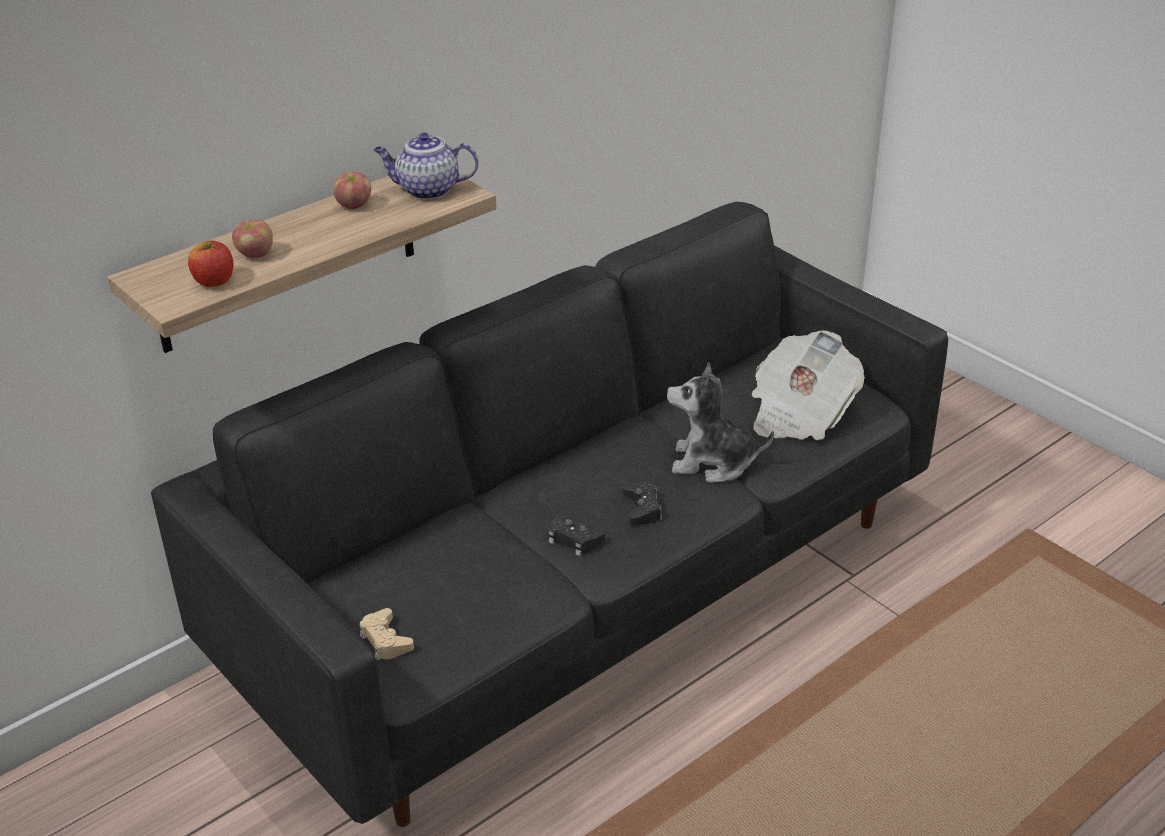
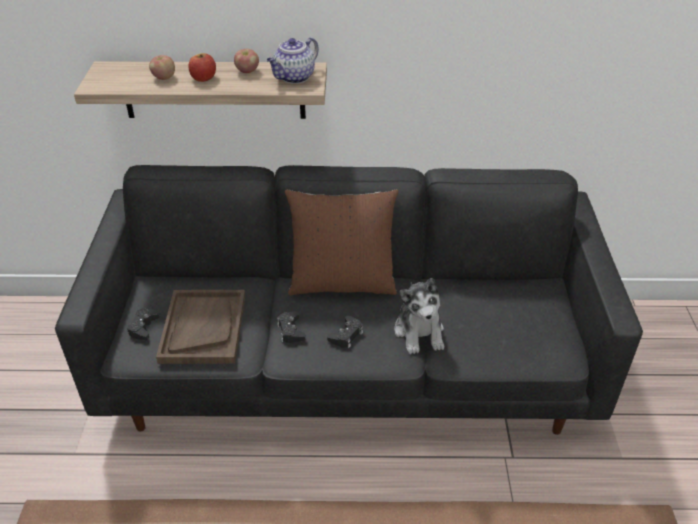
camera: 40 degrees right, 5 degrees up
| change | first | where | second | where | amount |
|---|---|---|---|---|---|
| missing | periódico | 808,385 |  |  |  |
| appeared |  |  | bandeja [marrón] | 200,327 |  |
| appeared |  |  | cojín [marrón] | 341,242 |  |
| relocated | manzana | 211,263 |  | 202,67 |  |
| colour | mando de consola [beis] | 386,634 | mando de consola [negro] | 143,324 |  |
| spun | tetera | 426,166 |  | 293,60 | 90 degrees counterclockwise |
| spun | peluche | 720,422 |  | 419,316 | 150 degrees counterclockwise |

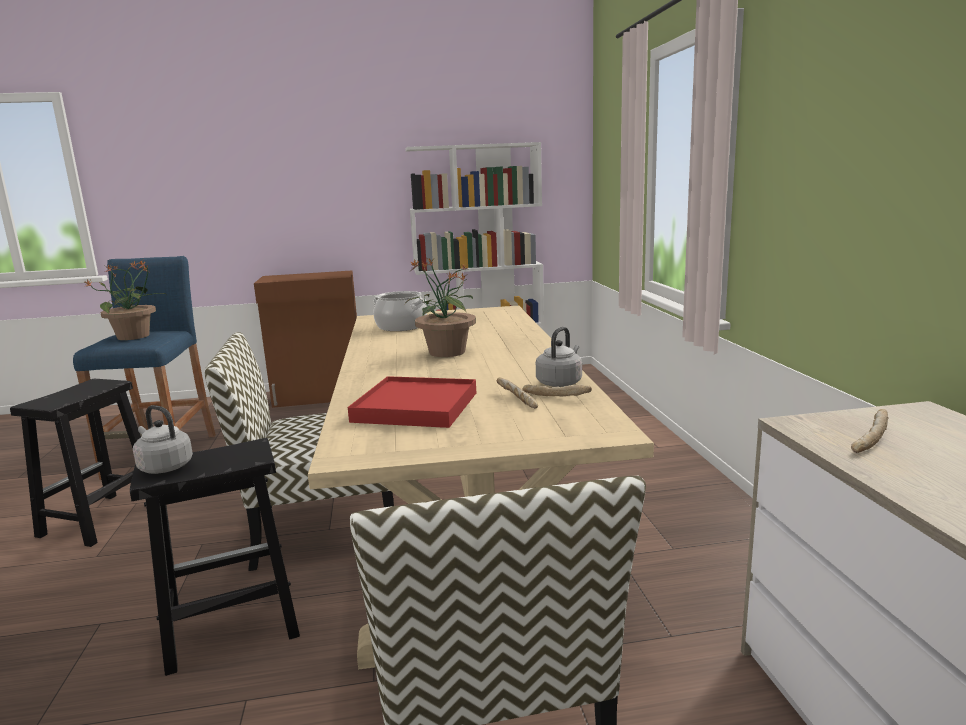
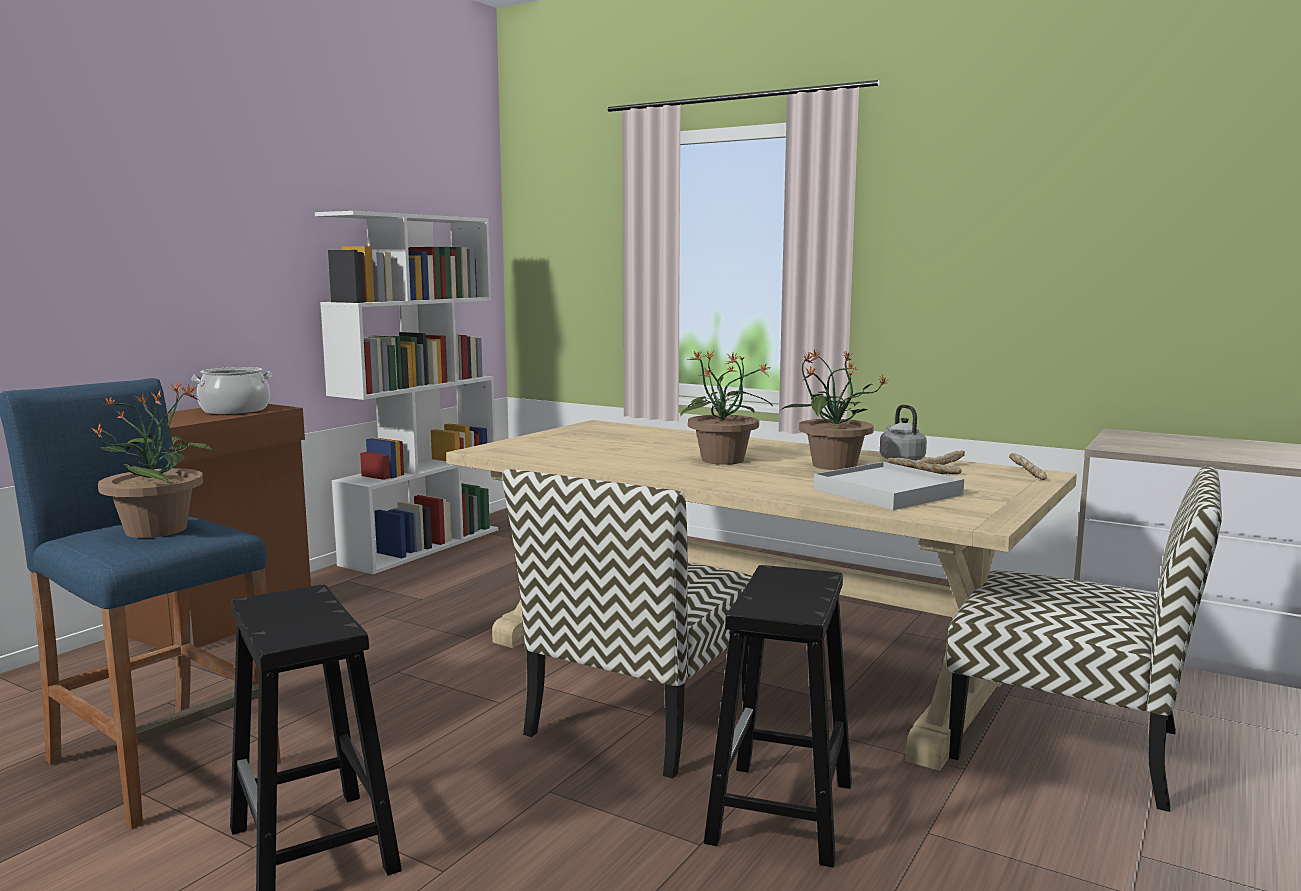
camera: 50 degrees left, 5 degrees down
| change | first | where | second | where | amount |
|---|---|---|---|---|---|
| missing | hervidor [gris] | 163,439 |  |  |  |
| appeared |  |  | planta en maceta | 835,409 |  |
| relocated | olla | 400,311 |  | 231,391 |  |
| relocated | pan | 870,431 |  | 1028,466 |  |
| colour | bandeja [rojo] | 412,402 | bandeja [blanco] | 889,486 |  |

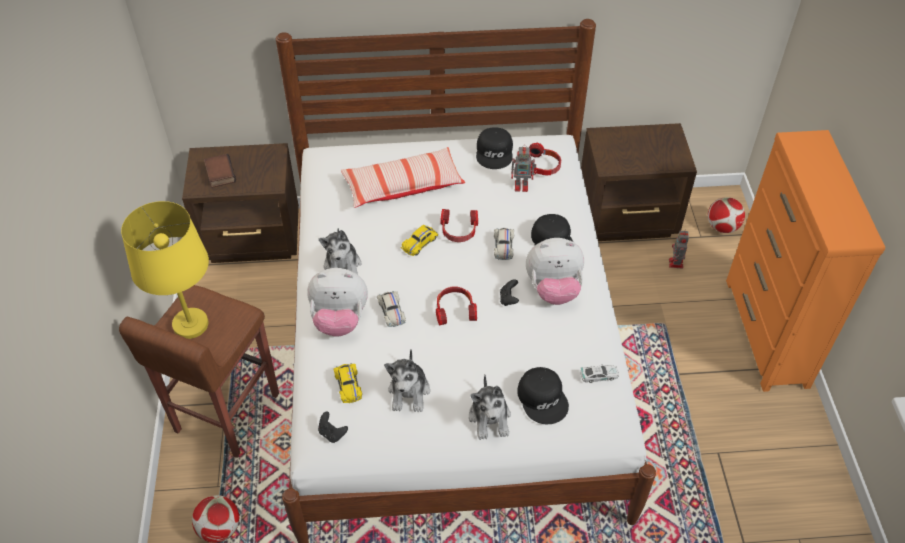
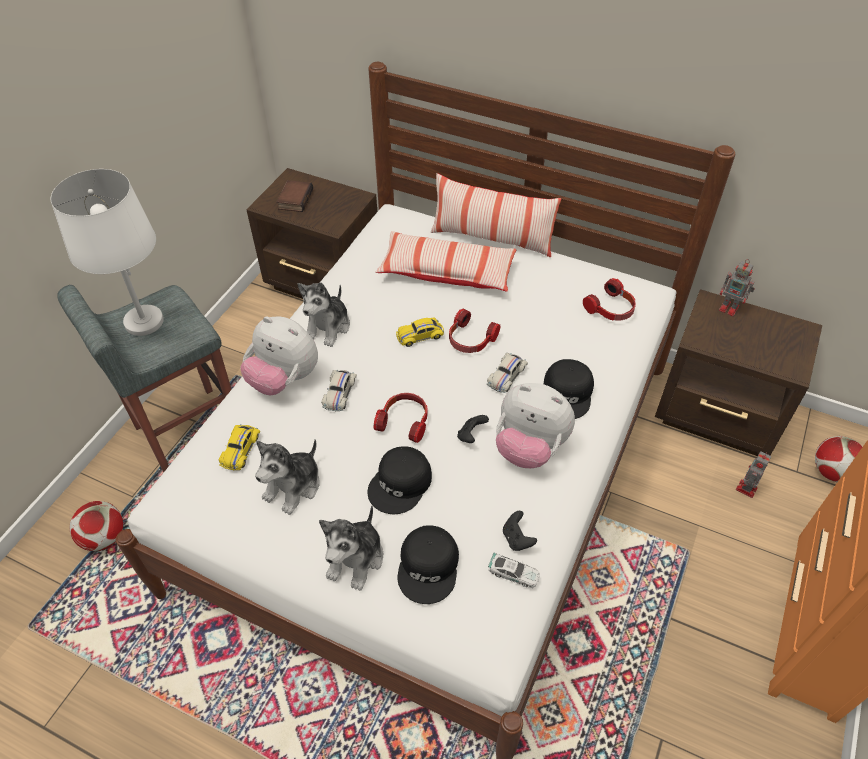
camera: 30 degrees right, 0 degrees up
| change | first | where | second | where | amount |
|---|---|---|---|---|---|
| appeared |  |  | cojín | 496,215 |  |
| relocated | mando de consola [negro] | 333,427 |  | 520,531 |  |
| relocated | gorra [negro] | 494,148 |  | 400,480 |  |
| relocated | robot de juguete | 523,168 |  | 737,287 |  |
| colour | taburete [marrón] | 199,371 | taburete [gris] | 144,379 |  |
| colour | lámpara de mesa [amarillo] | 165,270 | lámpara de mesa [blanco] | 107,252 |  |

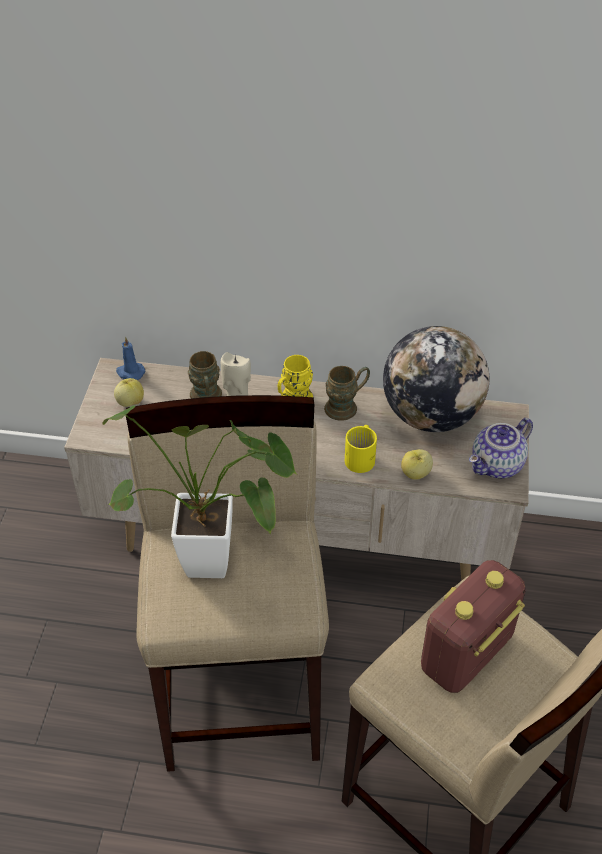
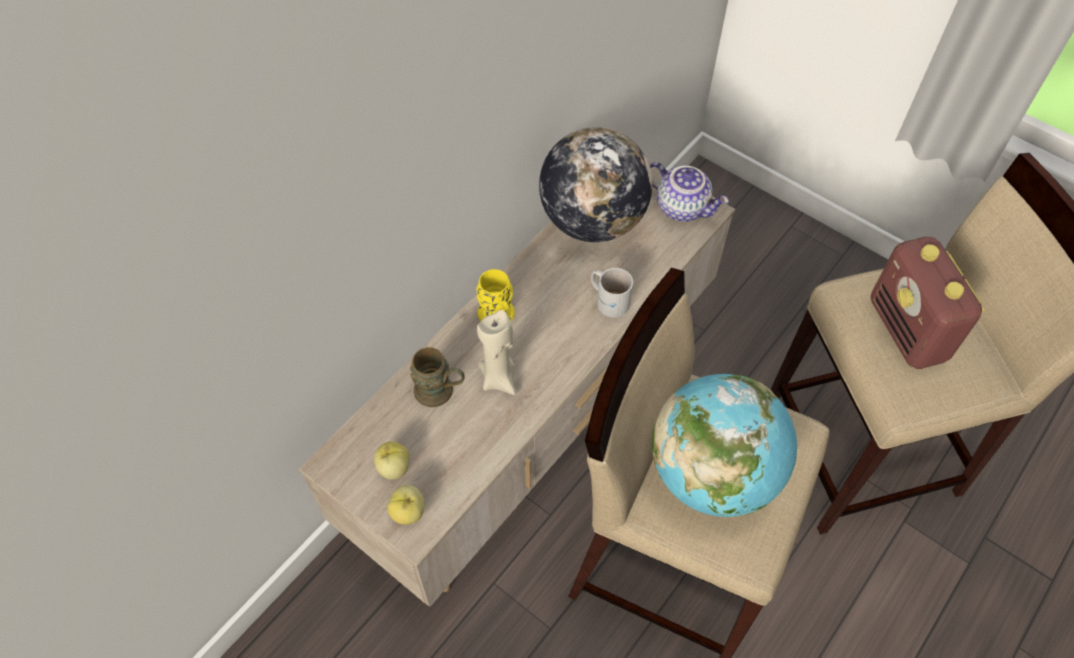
camera: 60 degrees left, 10 degrees up
| change | first | where | second | where | amount |
|---|---|---|---|---|---|
| missing | vela [azul] | 130,358 |  |  |  |
| missing | taza grande [marrón] | 347,393 |  |  |  |
| relocated | manzana | 417,464 |  | 405,505 |  |
| exchanged | planta en maceta | 199,492 | globo terráqueo | 724,446 |  |
| colour | taza grande [amarillo] | 361,449 | taza grande [blanco] | 612,292 |  |
| spun | tetera | 501,448 |  | 689,192 | 45 degrees counterclockwise |

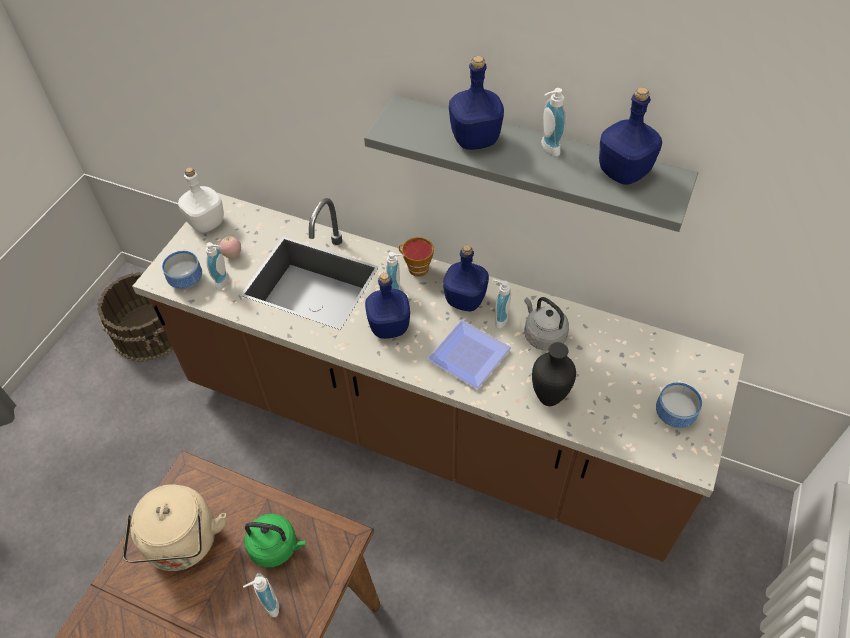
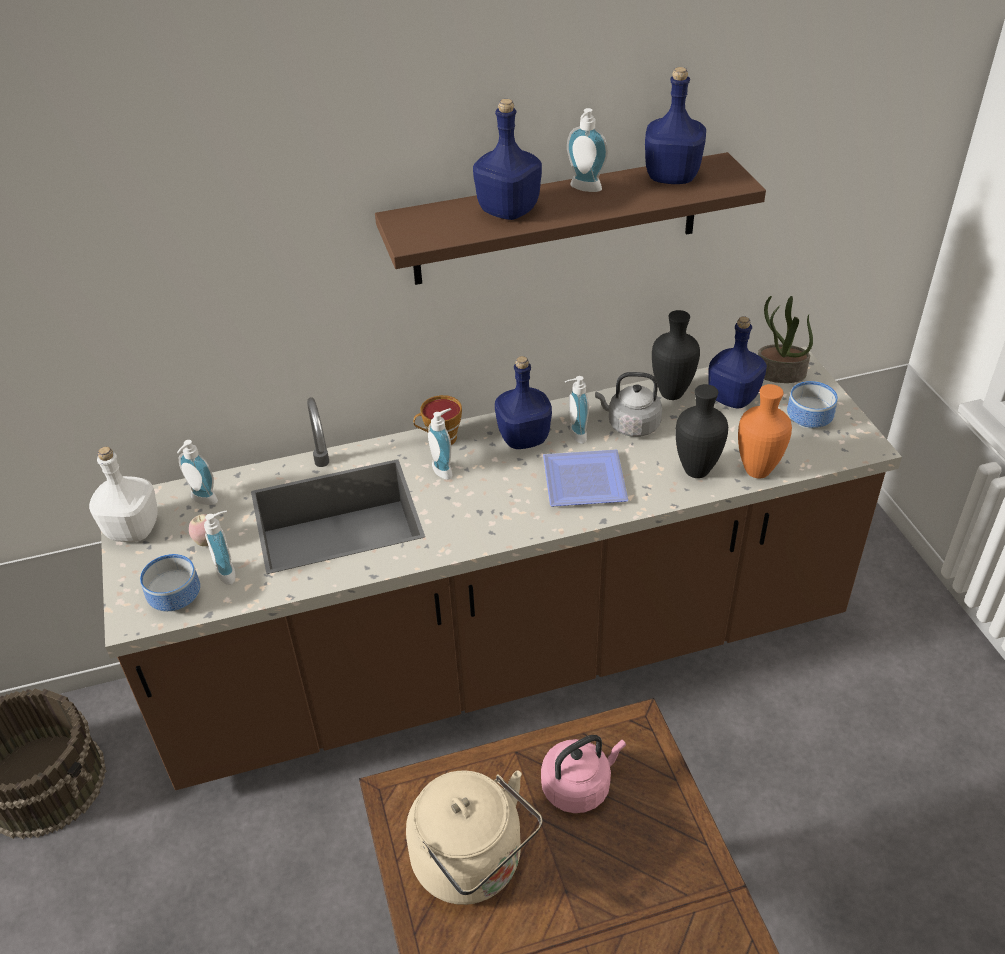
camera: 40 degrees left, 10 degrees down
| change | first | where | second | where | amount |
|---|---|---|---|---|---|
| appeared |  |  | florero [negro] | 676,355 |  |
| appeared |  |  | florero [naranja] | 765,431 |  |
| appeared |  |  | planta en maceta | 785,339 |  |
| relocated | dispensador de jabón | 261,595 |  | 197,472 |  |
| relocated | botella [azul] | 387,306 |  | 737,362 |  |
| colour | hervidor [verde] | 275,540 | hervidor [rosa] | 583,774 |  |
| colour | estante [gris] | 531,163 | estante [marrón] | 570,218 |  |

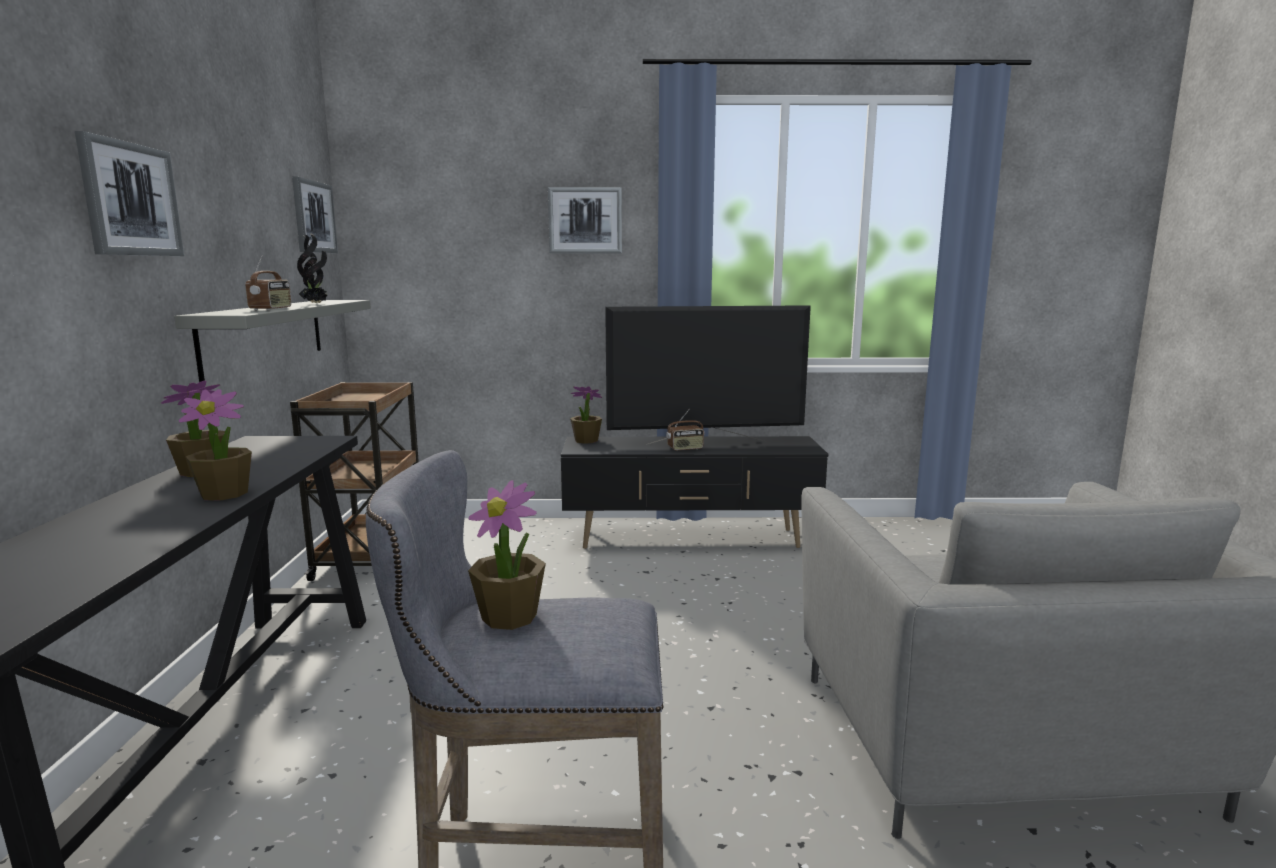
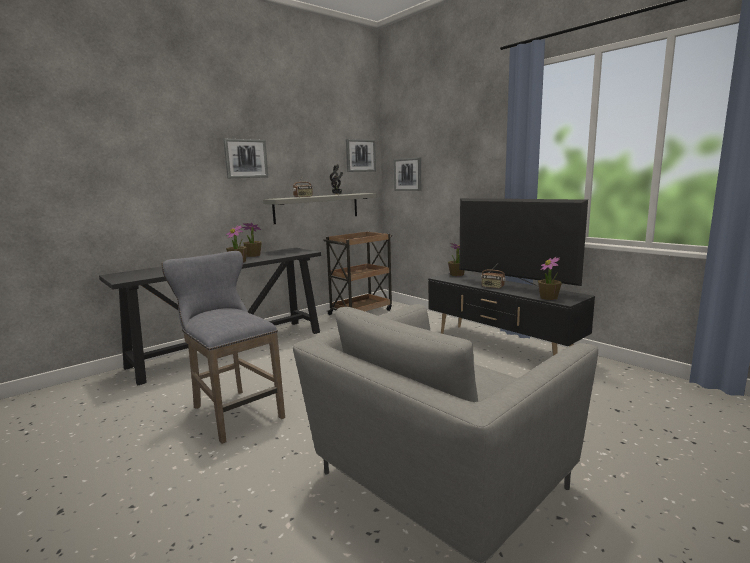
camera: 50 degrees right, 0 degrees up
| change | first | where | second | where | amount |
|---|---|---|---|---|---|
| relocated | planta en maceta | 507,555 |  | 550,278 |  |
| relocated | cuadro | 585,220 |  | 407,174 |  |

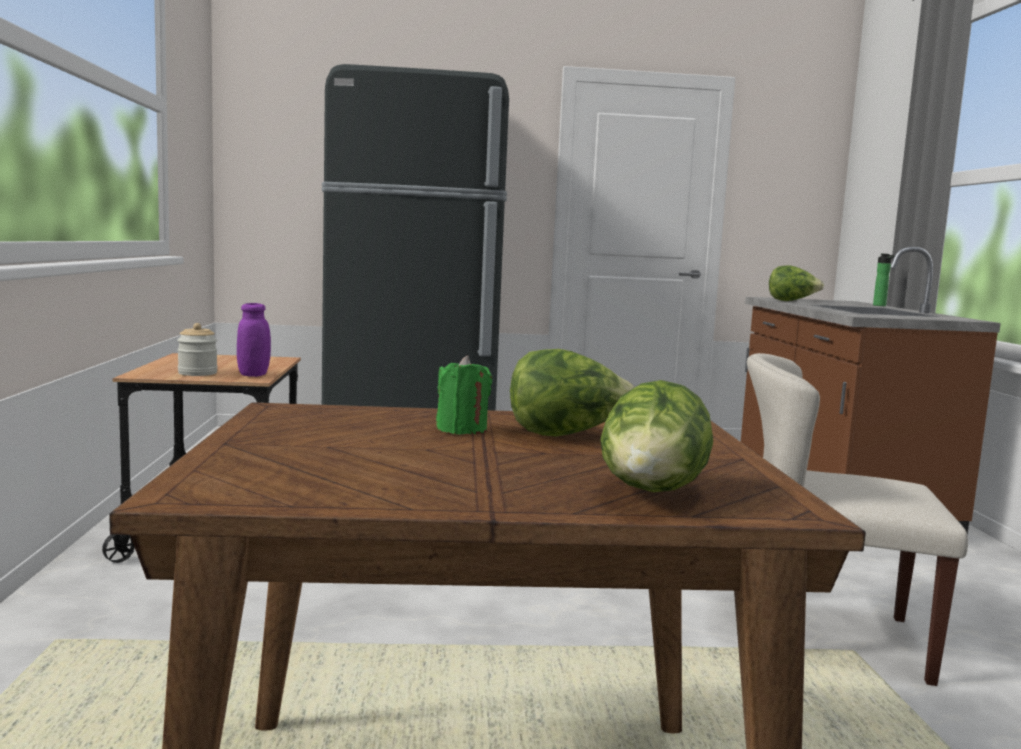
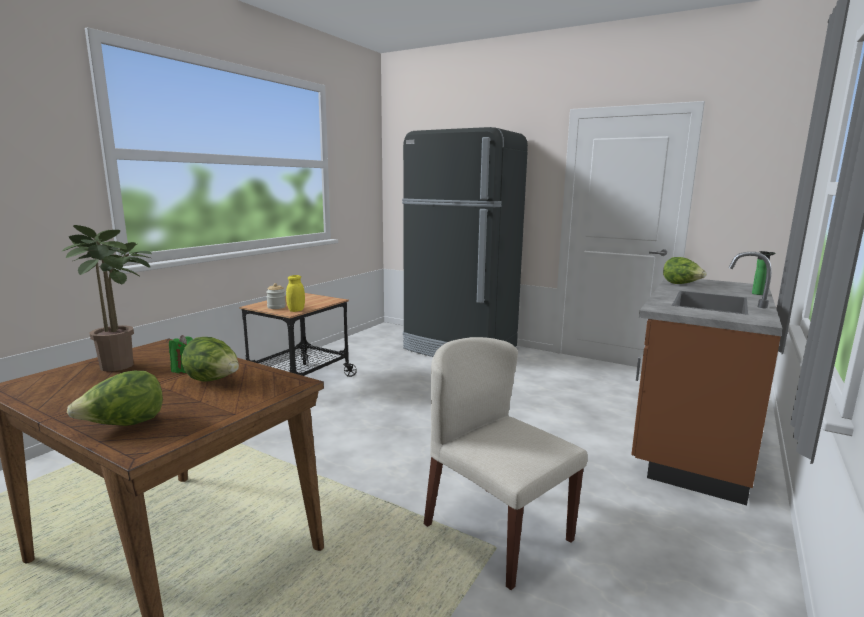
camera: 35 degrees right, 5 degrees up
| change | first | where | second | where | amount |
|---|---|---|---|---|---|
| appeared |  |  | planta en maceta | 106,298 |  |
| colour | tarro [morado] | 254,340 | tarro [amarillo] | 295,293 |  |

